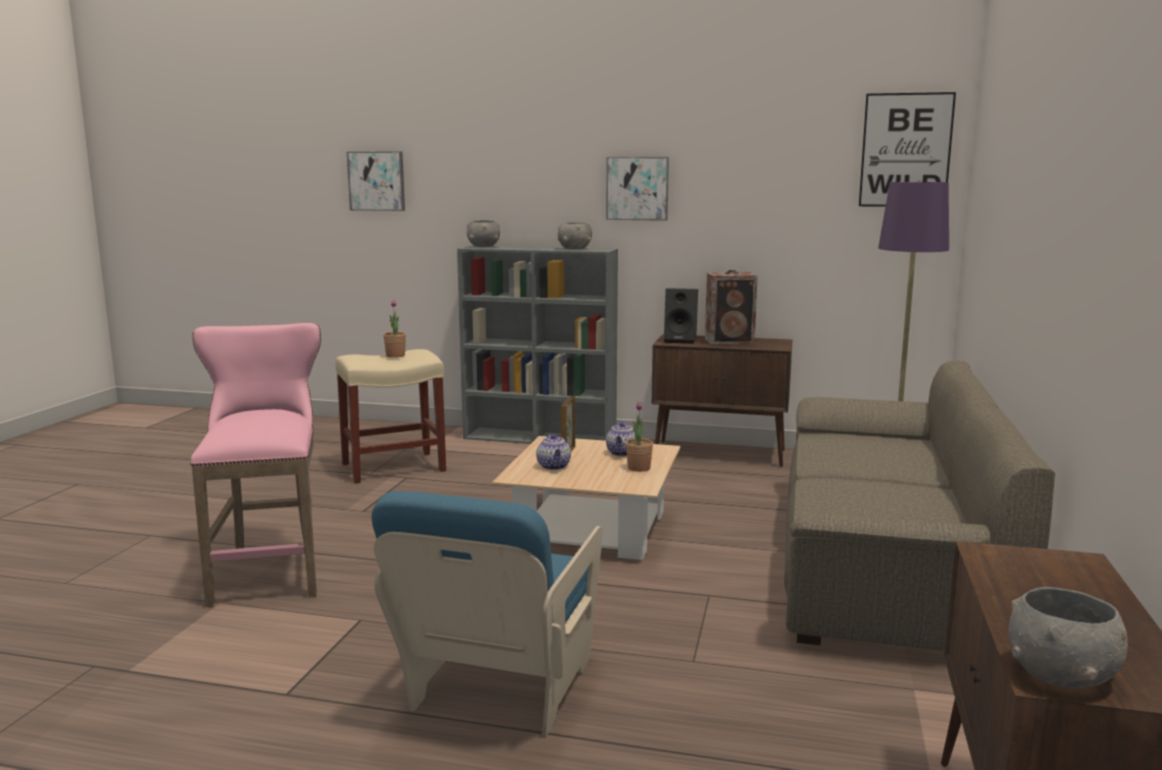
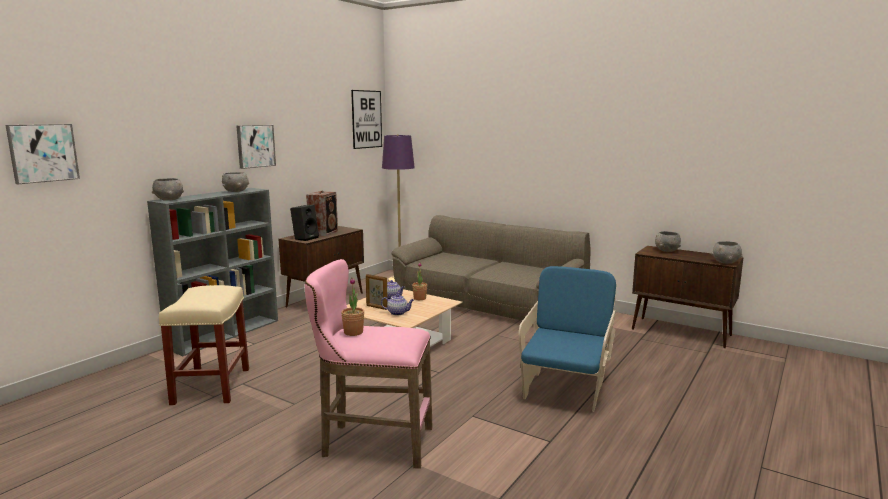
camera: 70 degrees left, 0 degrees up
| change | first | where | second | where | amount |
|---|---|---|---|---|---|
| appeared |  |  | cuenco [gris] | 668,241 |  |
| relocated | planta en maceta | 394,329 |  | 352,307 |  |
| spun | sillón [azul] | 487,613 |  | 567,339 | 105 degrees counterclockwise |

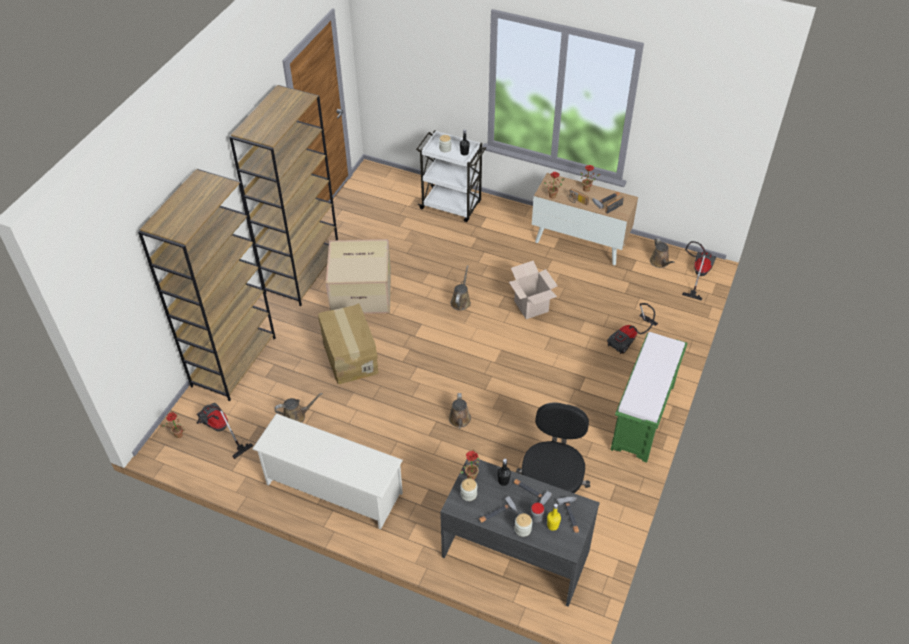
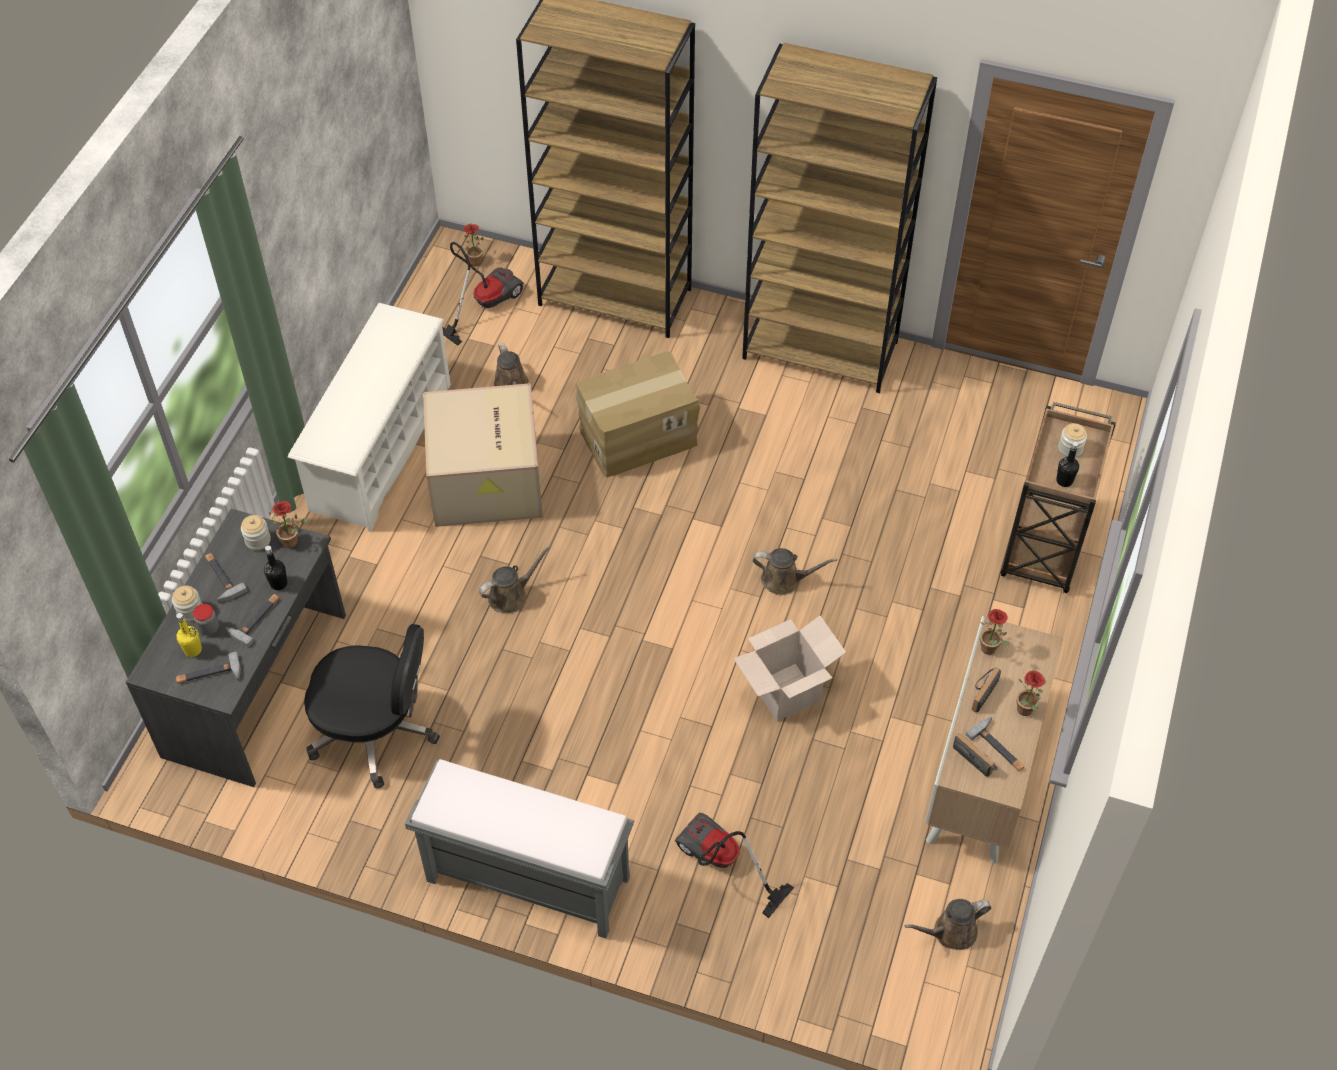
camera: 85 degrees right, 5 degrees up
| change | first | where | second | where | amount |
|---|---|---|---|---|---|
| missing | aspiradora | 699,271 |  |  |  |
| relocated | caja de cartón | 358,276 |  | 483,455 |  |
| colour | carrito [blanco] | 451,176 | carrito [marrón] | 1058,497 |  |
| colour | banco [verde] | 649,397 | banco [gris] | 519,849 |  |
| spun | regadera [marrón] | 460,411 |  | 515,579 | 150 degrees clockwise |

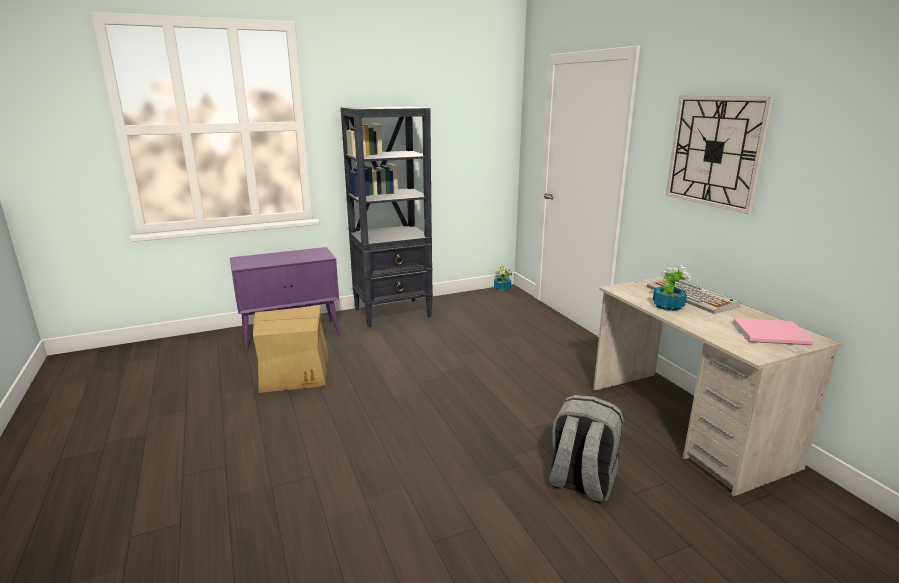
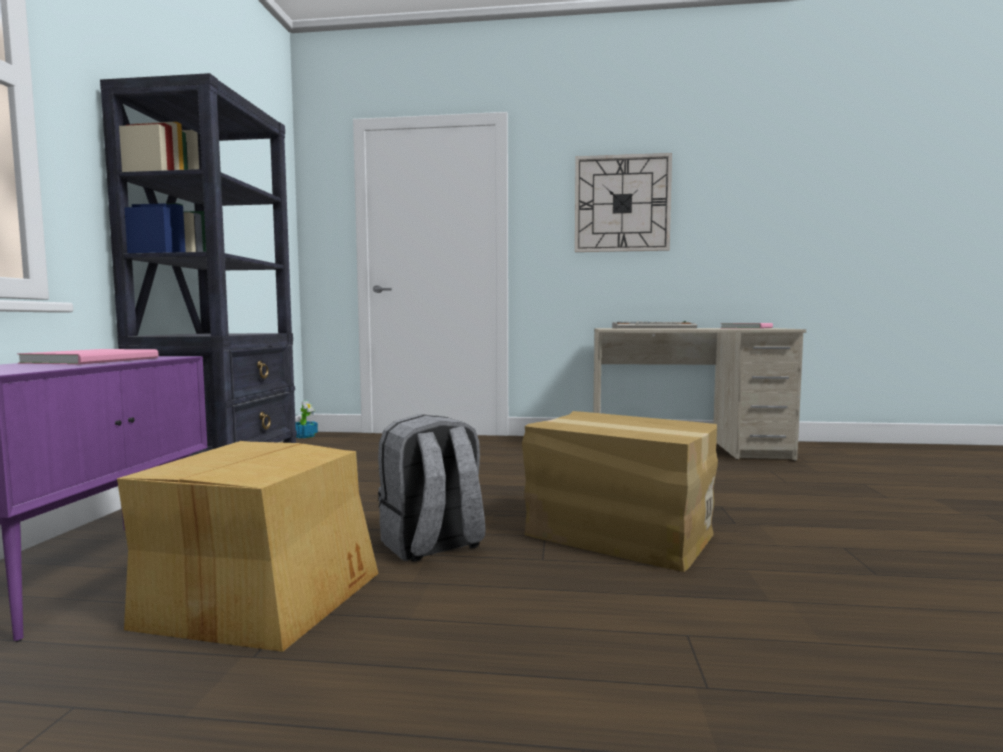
camera: 60 degrees left, 15 degrees down
| change | first | where | second | where | amount |
|---|---|---|---|---|---|
| missing | planta en maceta | 672,288 |  |  |  |
| appeared |  |  | libro [rosa] | 88,357 |  |
| appeared |  |  | caja de cartón | 620,491 |  |
| relocated | mochila [gris] | 586,449 |  | 432,488 |  |

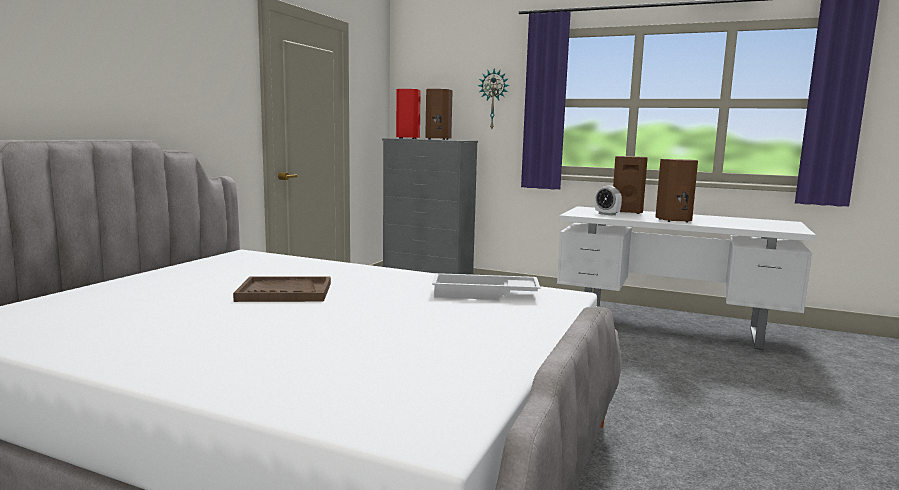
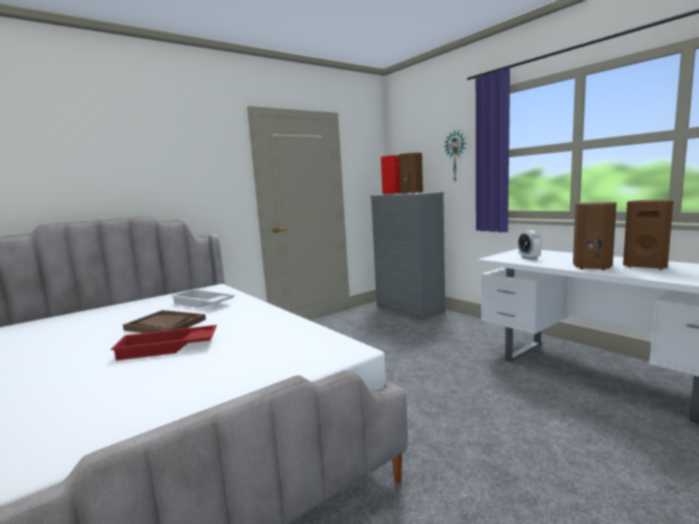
camera: 30 degrees right, 0 degrees up
| change | first | where | second | where | amount |
|---|---|---|---|---|---|
| appeared |  |  | bandeja [rojo] | 164,343 |  |
| relocated | bandeja [blanco] | 486,286 |  | 203,298 |  |
| relocated | altavoz [marrón] | 630,185 |  | 648,234 |  |

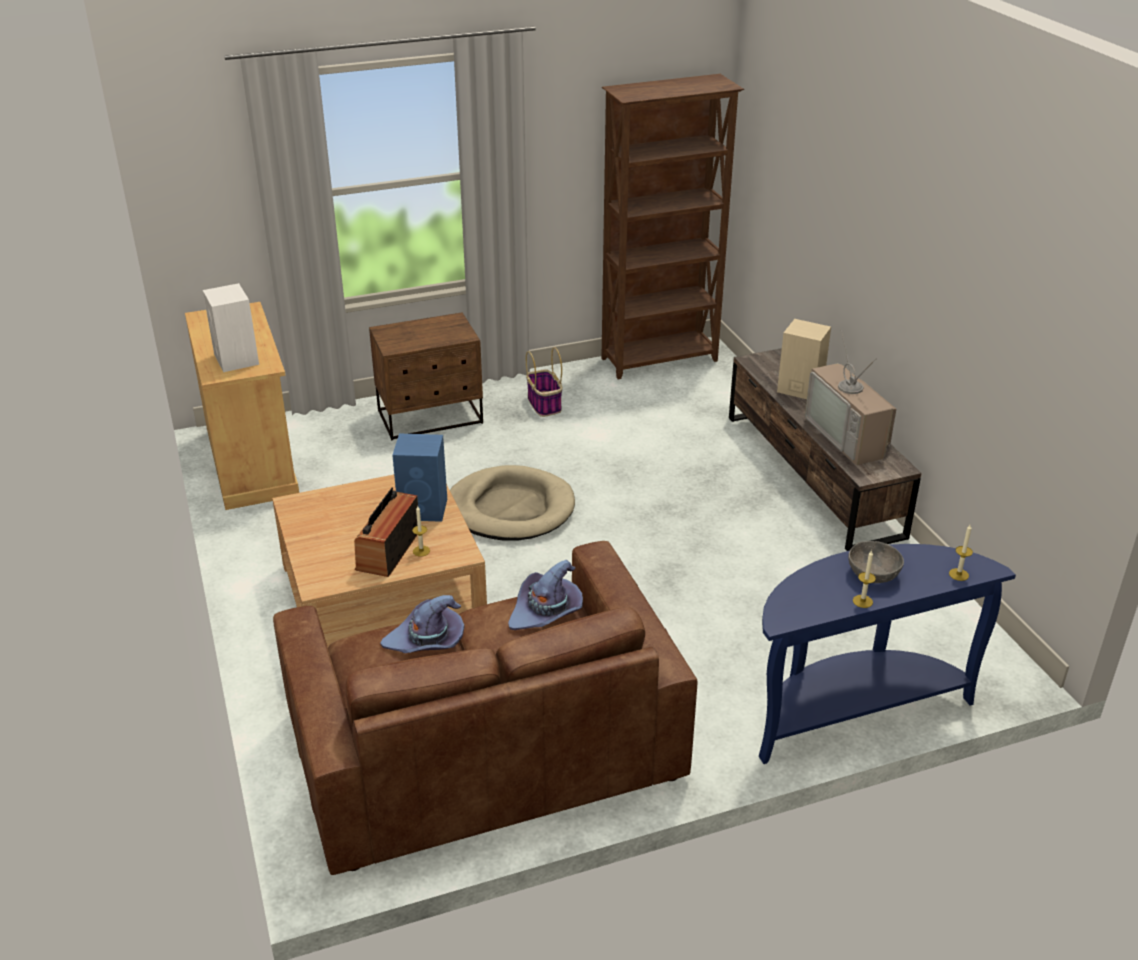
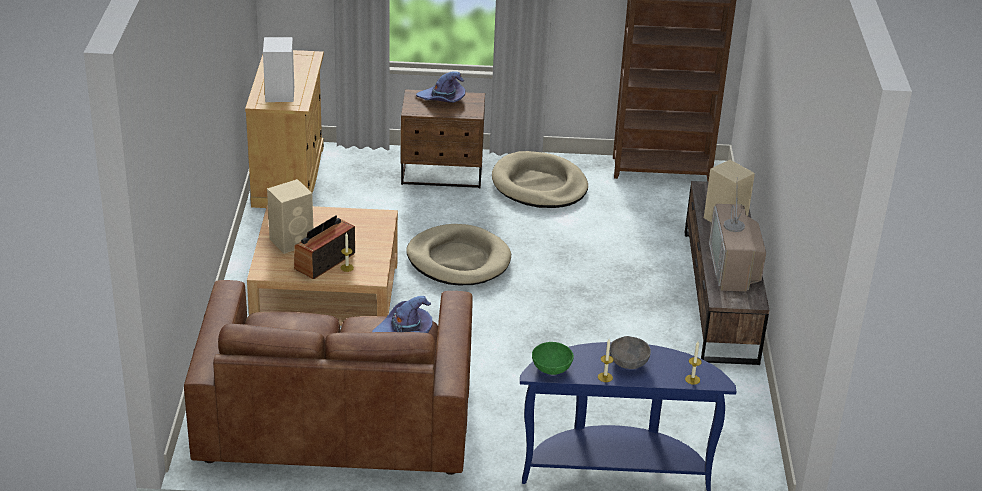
camera: 20 degrees right, 0 degrees up
| change | first | where | second | where | amount |
|---|---|---|---|---|---|
| missing | altavoz [azul] | 419,477 |  |  |  |
| appeared |  |  | altavoz [beis] | 290,216 |  |
| appeared |  |  | cuenco [verde] | 553,358 |  |
| relocated | sombrero [morado] | 422,624 |  | 440,87 |  |
| exchanged | cesta | 544,382 | cama para perro [beis] | 540,179 |  |

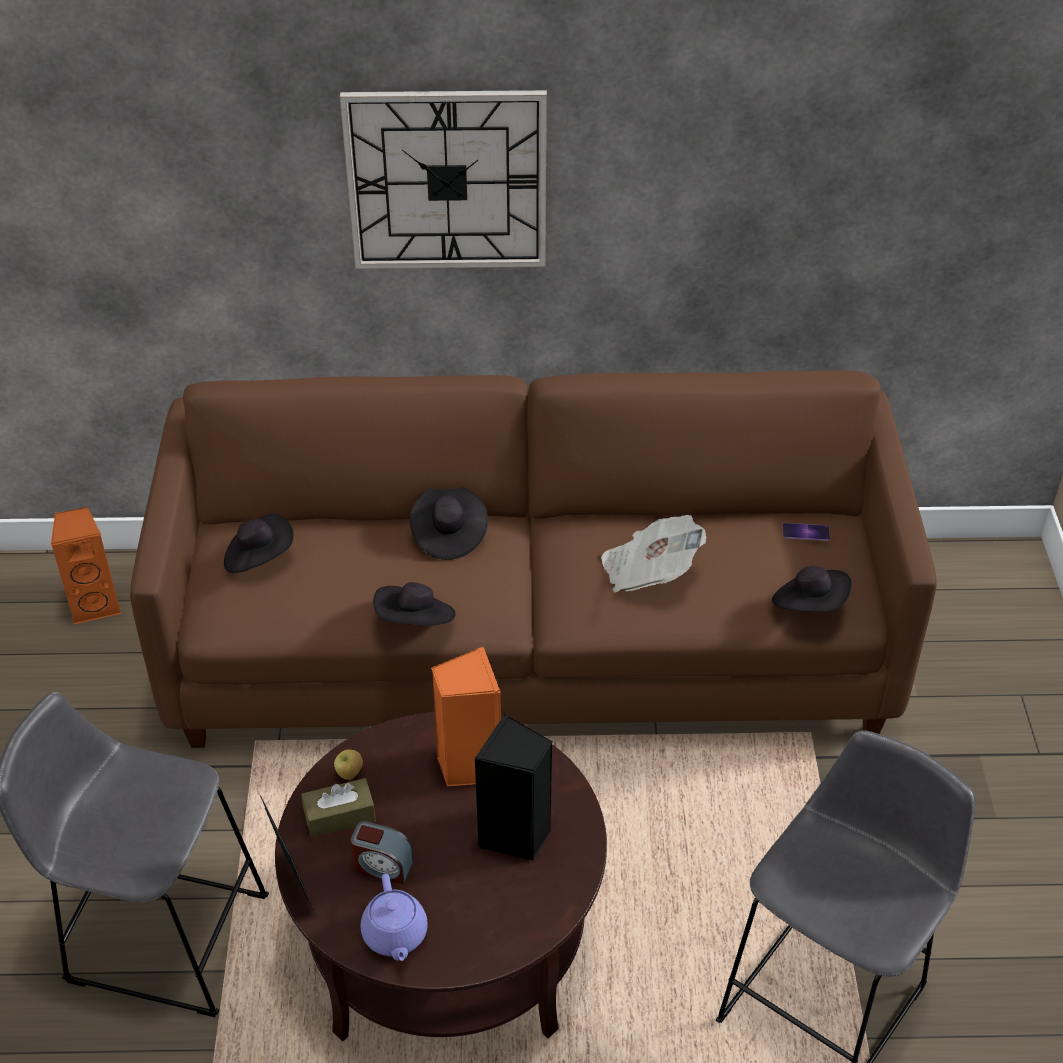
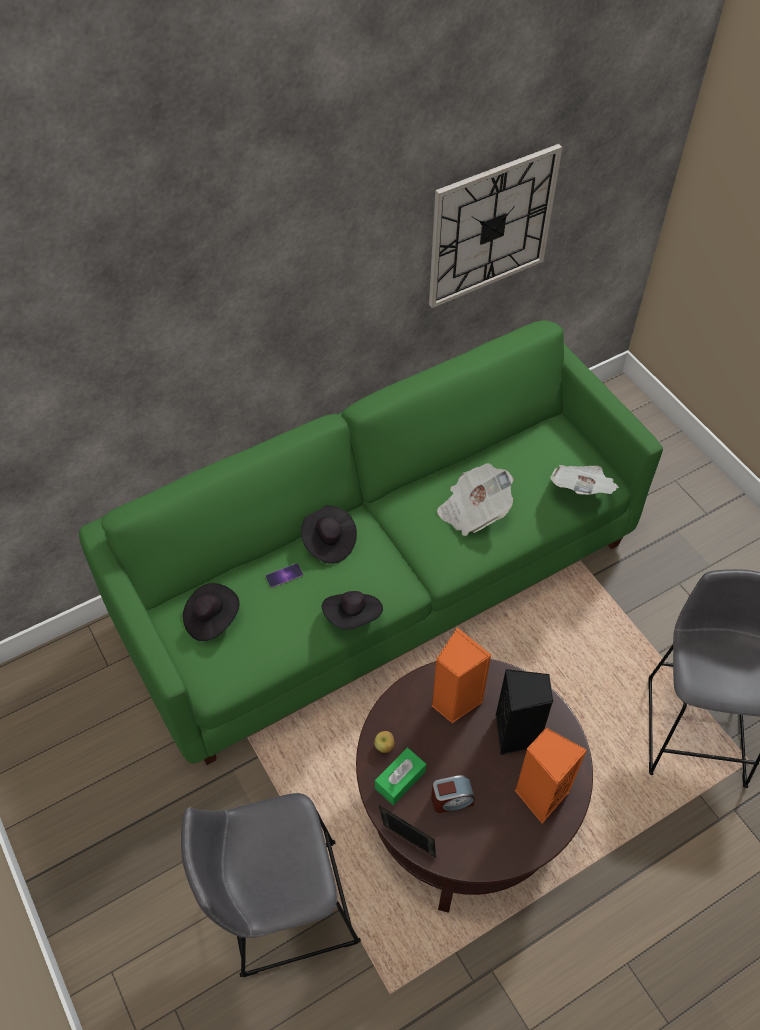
camera: 30 degrees left, 10 degrees up
| change | first | where | second | where | amount |
|---|---|---|---|---|---|
| missing | tetera [morado] | 394,917 |  |  |  |
| relocated | altavoz [naranja] | 86,566 |  | 551,776 |  |
| relocated | reloj de pared | 443,179 |  | 496,226 |  |
| relocated | móvil | 806,532 |  | 284,575 |  |
| exchanged | sombrero [negro] | 812,589 | periódico | 584,480 |  |
| colour | sofá [marrón] | 533,559 | sofá [verde] | 371,542 |  |
| colour | caja de pañuelos [marrón] | 339,808 | caja de pañuelos [verde] | 400,776 |  |

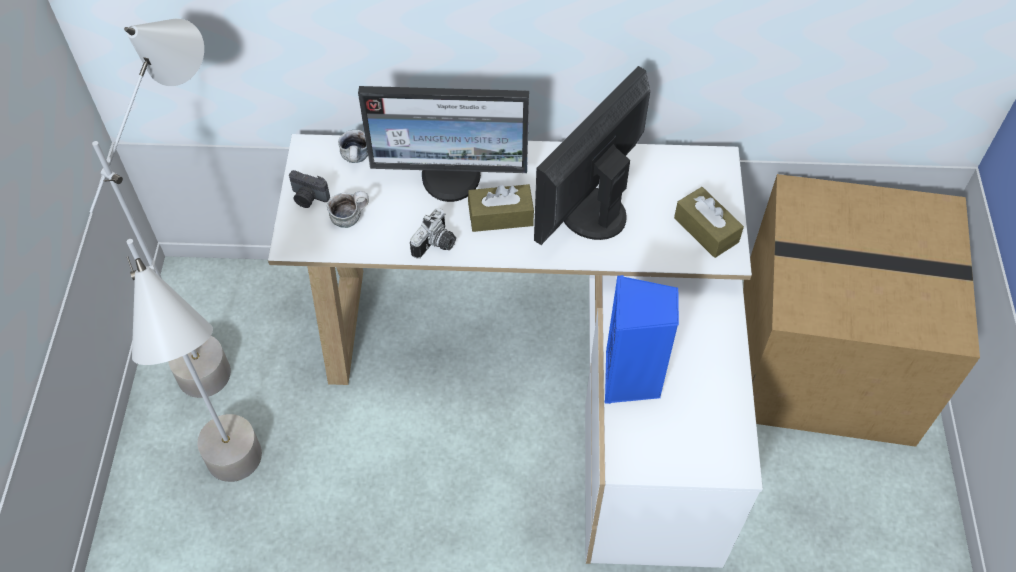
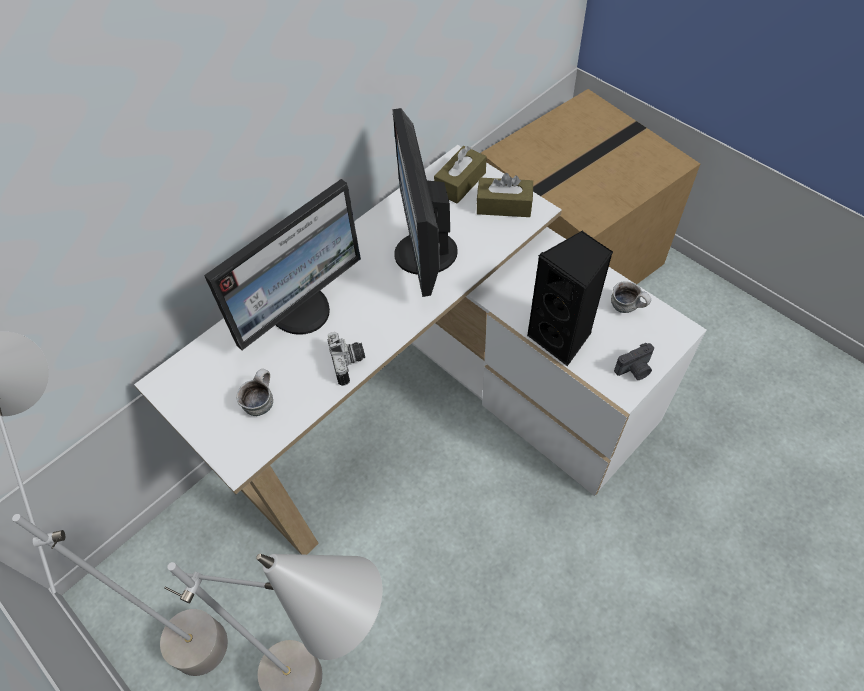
camera: 45 degrees left, 0 degrees up
| change | first | where | second | where | amount |
|---|---|---|---|---|---|
| relocated | cámara | 309,189 |  | 634,361 |  |
| relocated | taza grande | 353,146 |  | 631,297 |  |
| relocated | caja de pañuelos [marrón] | 501,208 |  | 460,175 |  |
| colour | altavoz [azul] | 641,339 | altavoz [negro] | 570,298 |  |

